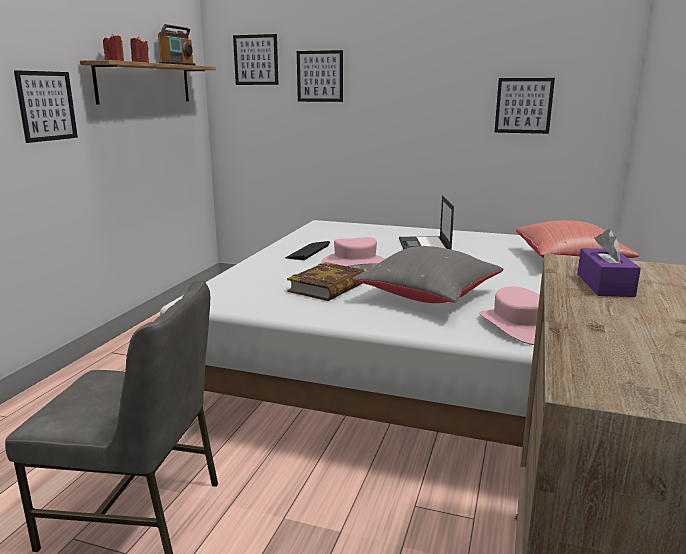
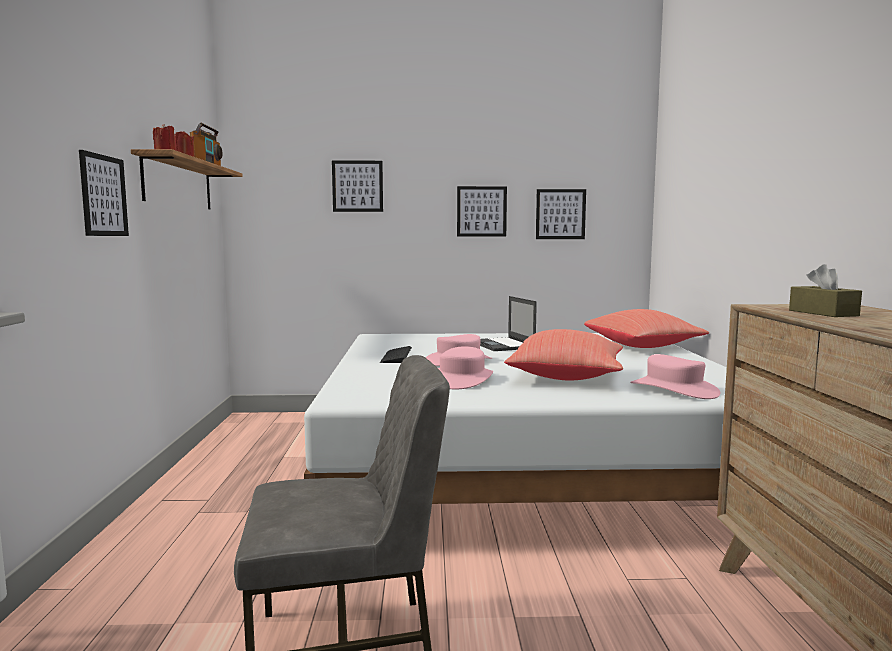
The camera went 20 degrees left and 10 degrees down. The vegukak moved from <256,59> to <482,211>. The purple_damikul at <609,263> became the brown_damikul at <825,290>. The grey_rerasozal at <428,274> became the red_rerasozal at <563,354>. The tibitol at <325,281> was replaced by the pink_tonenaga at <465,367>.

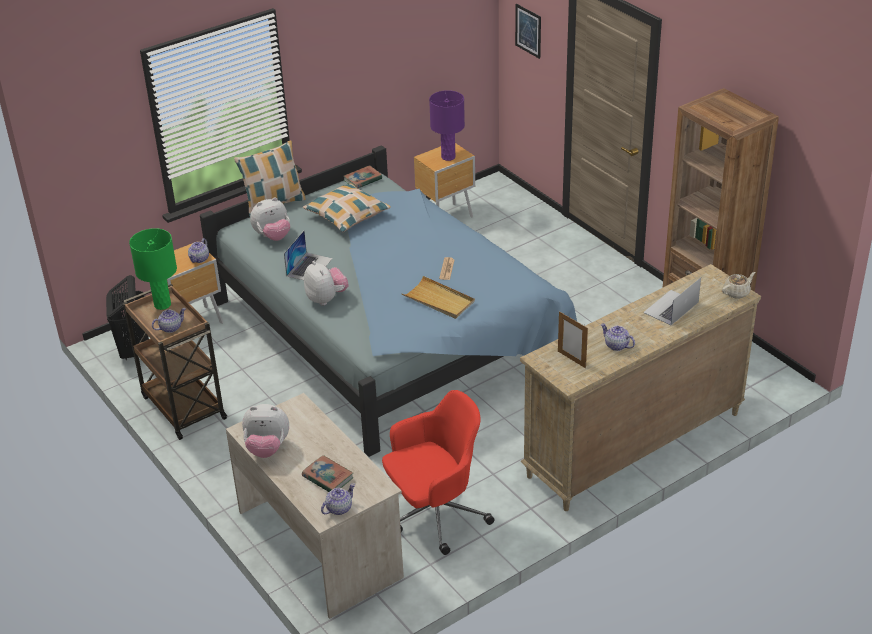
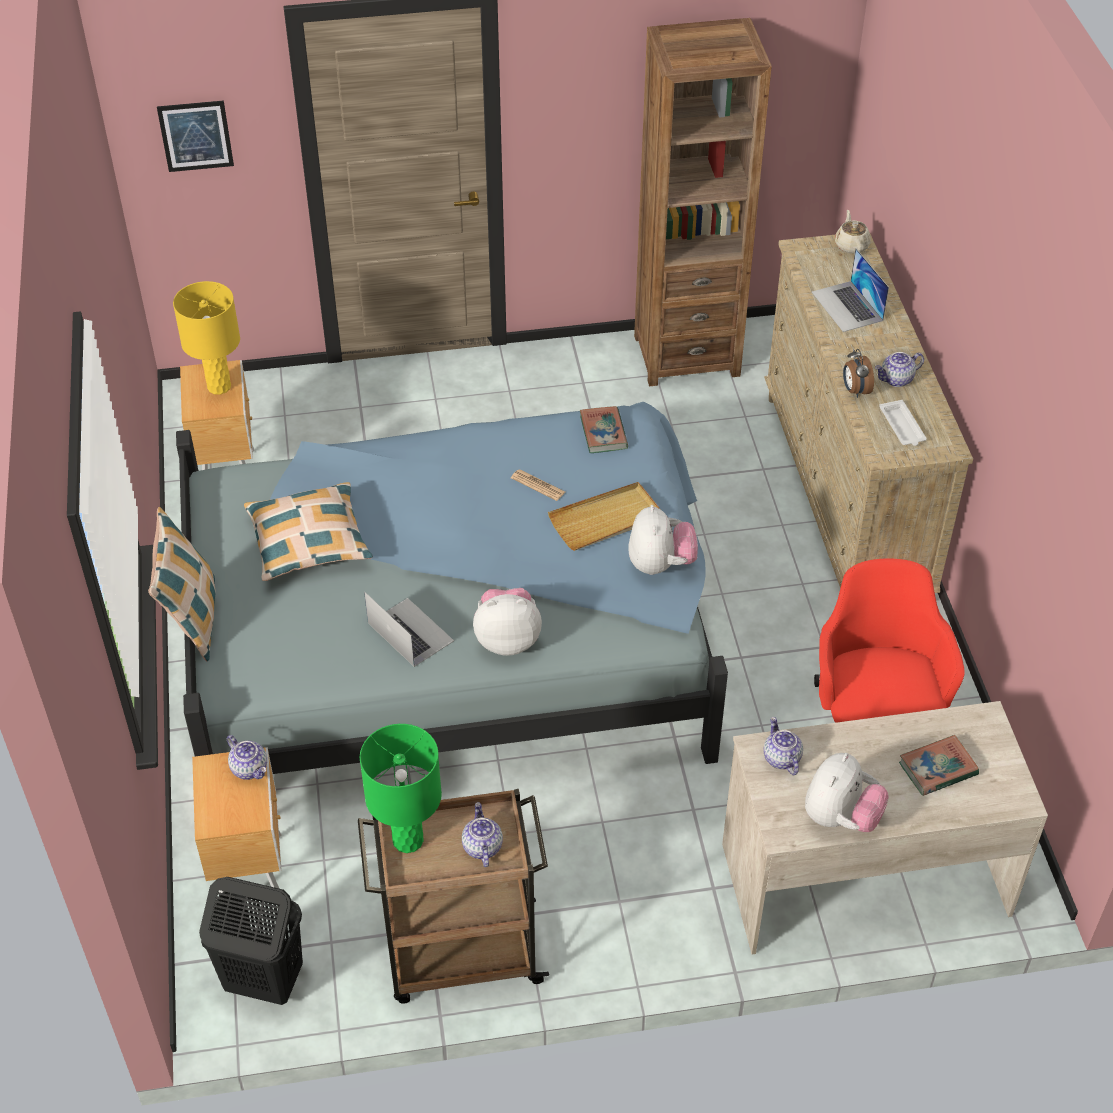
The camera went 65 degrees left and 10 degrees up. The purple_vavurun at <447,125> became the yellow_vavurun at <206,337>. The tibitol moved from <363,176> to <604,429>. The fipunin moved from <270,219> to <663,540>. The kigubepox at <573,339> was replaced by the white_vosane at <903,423>. The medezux moved from <338,499> to <783,746>. The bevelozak at <858,373> appeared.

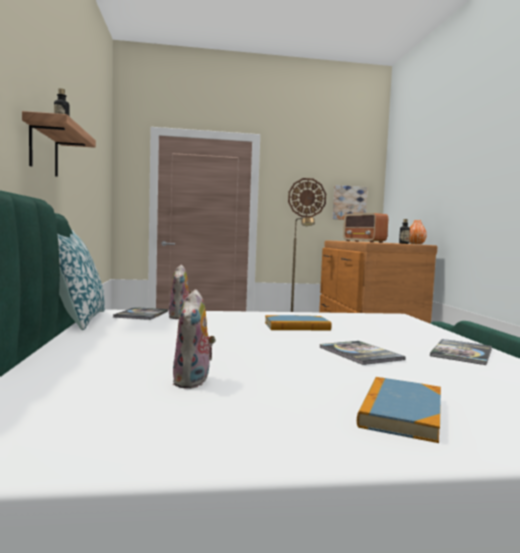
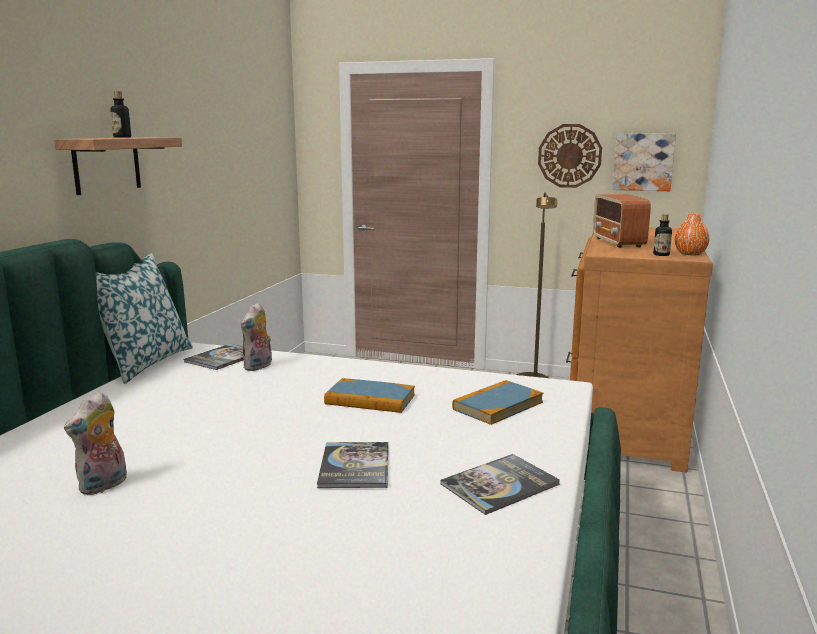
The camera went 25 degrees right and 10 degrees up. The tibitol moved from <399,410> to <497,402>.

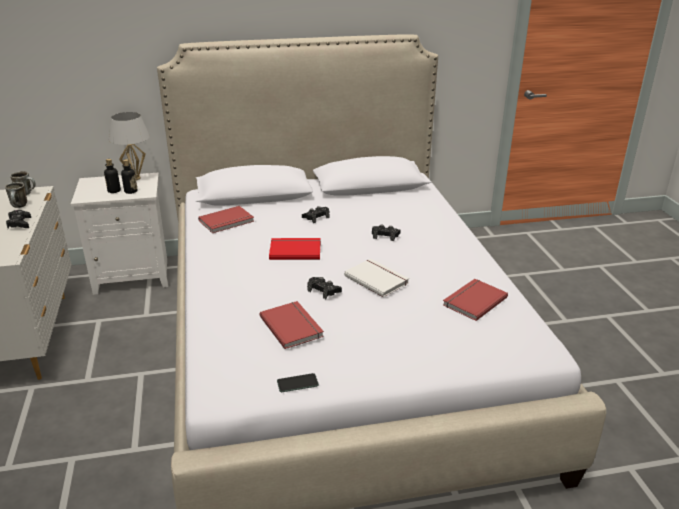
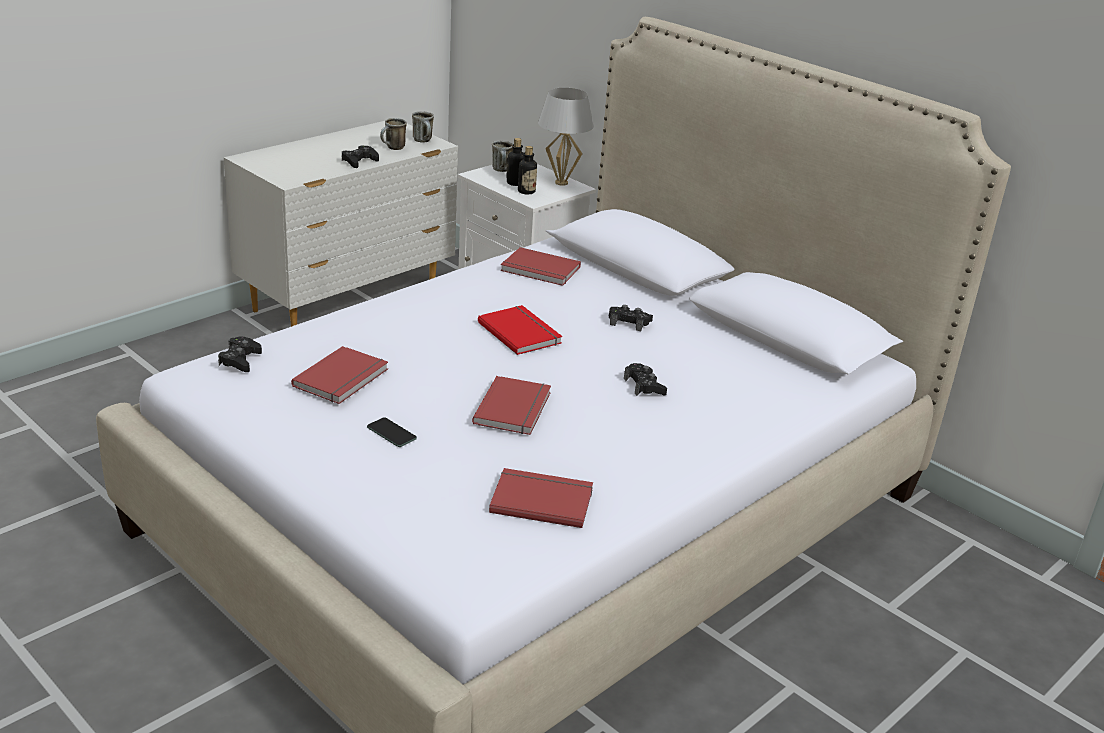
The camera went 55 degrees right and 0 degrees up. The white_tibitol at <376,278> became the red_tibitol at <511,405>. The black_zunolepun moved from <324,288> to <240,354>. The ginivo moved from <298,382> to <392,432>. The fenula at <502,156> appeared.

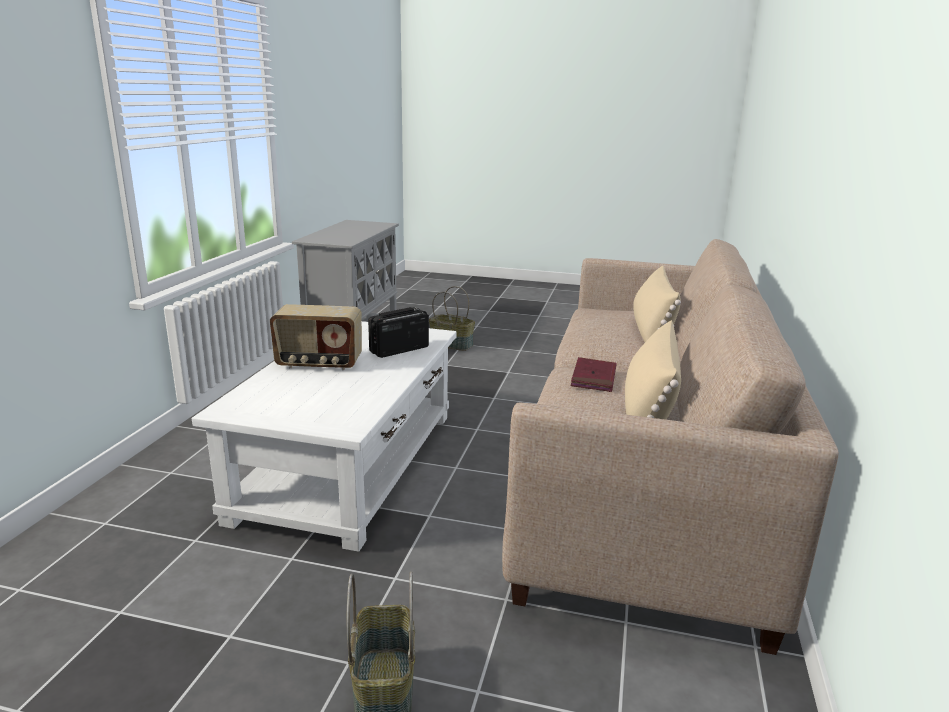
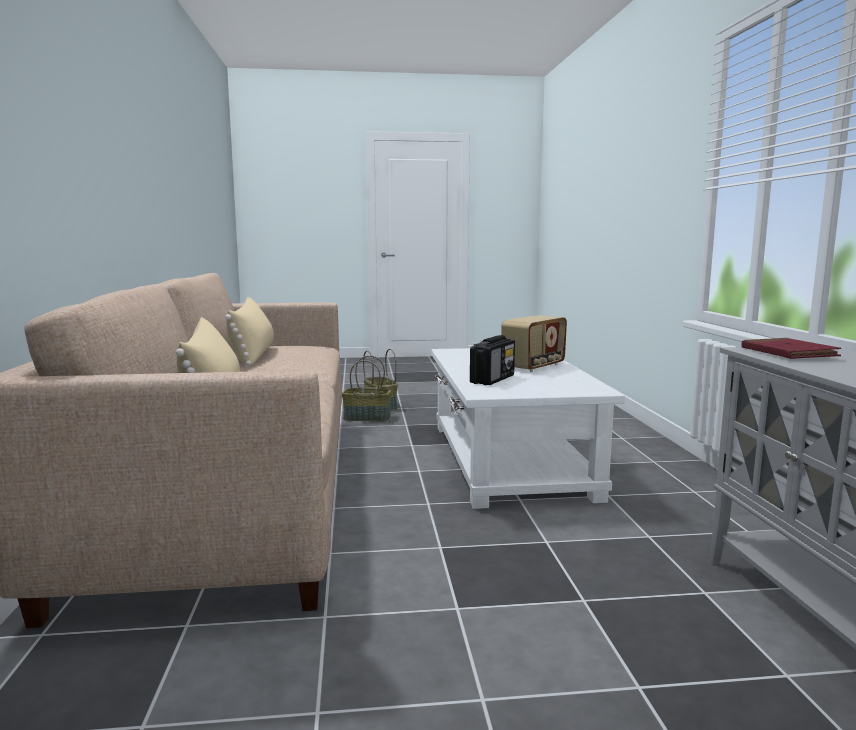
The camera went 160 degrees right and 10 degrees down. The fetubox moved from <452,318> to <366,389>. The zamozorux at <316,337> turned 150 degrees clockwise. The red_tibitol moved from <594,374> to <791,348>.

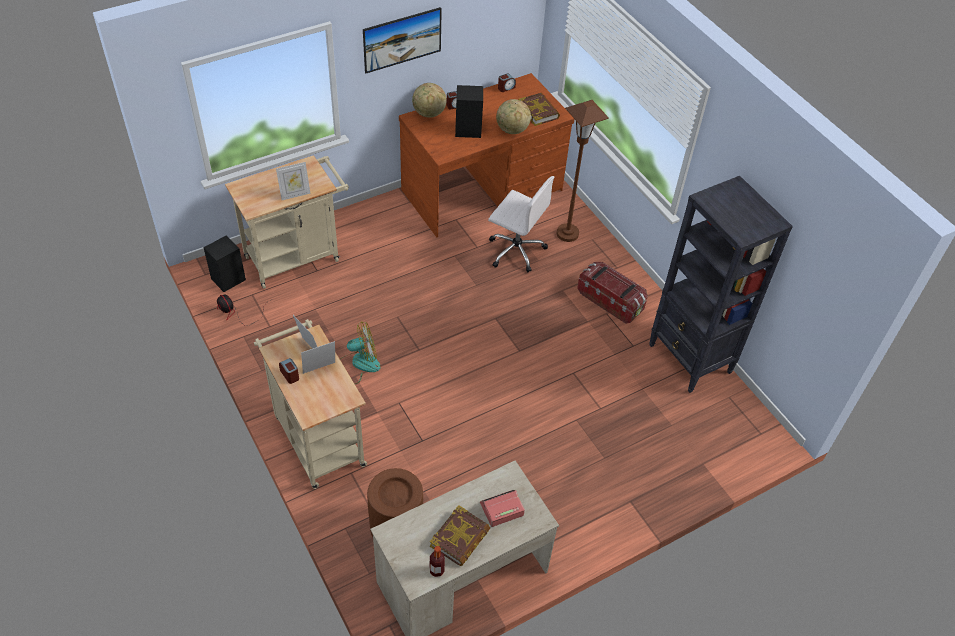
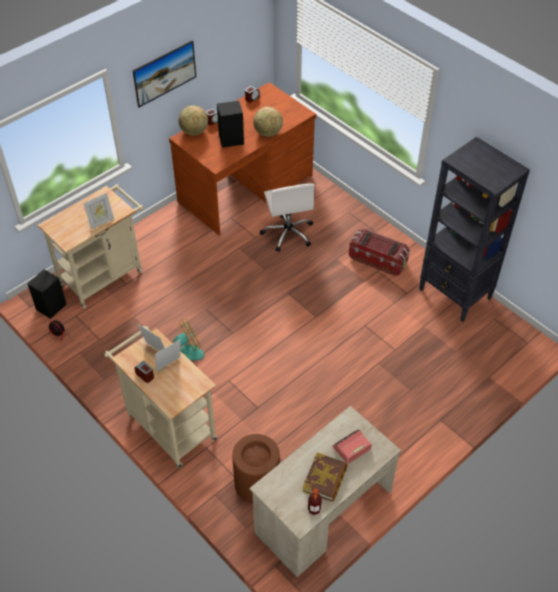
The camera went 10 degrees left and 0 degrees up. The tibitol at <539,109> disappeared. The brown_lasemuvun at <583,171> disappeared. The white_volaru at <521,224> turned 60 degrees clockwise.

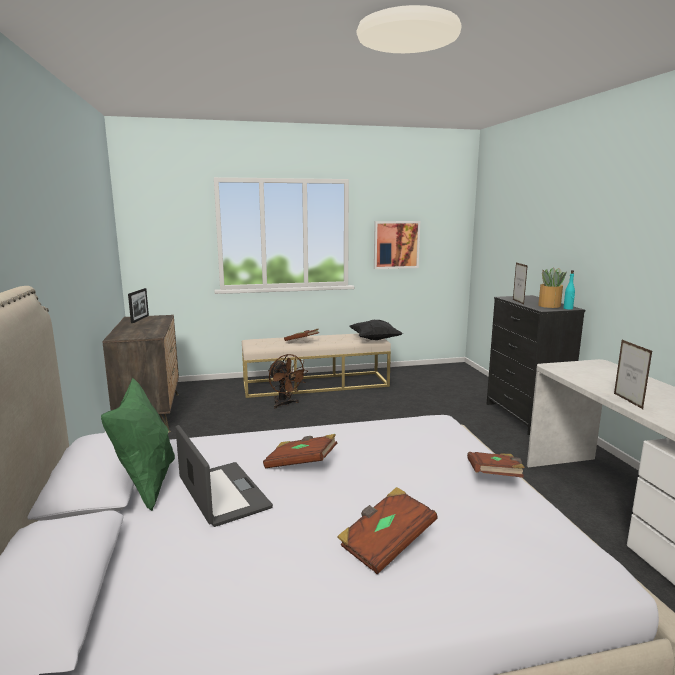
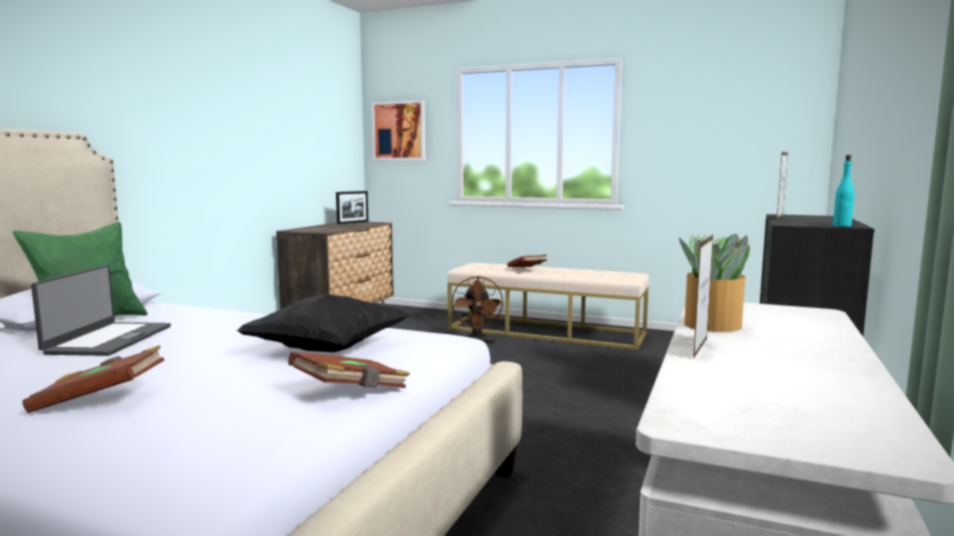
The camera went 35 degrees right and 5 degrees down. The vegukak moved from <397,245> to <398,130>. The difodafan moved from <552,287> to <714,282>. The black_rerasozal moved from <376,330> to <322,323>. The brown_tibitol at <300,451> disappeared.

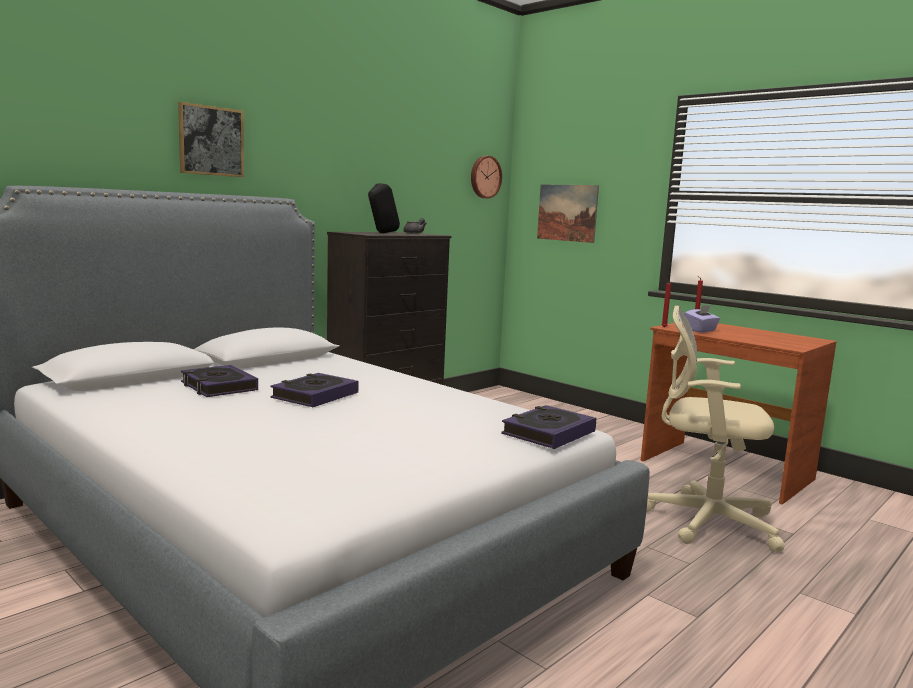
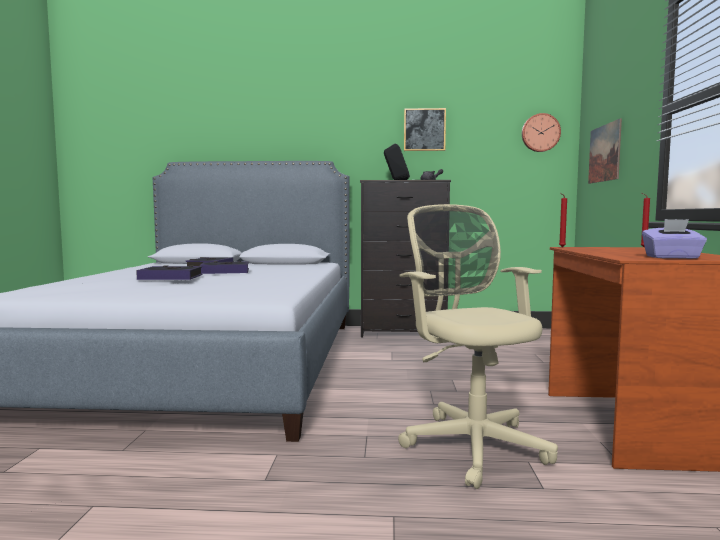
The camera went 50 degrees right and 5 degrees down. The vegukak moved from <211,139> to <425,129>. The purple_damikul moved from <702,319> to <674,239>. The tibitol moved from <548,427> to <169,272>.

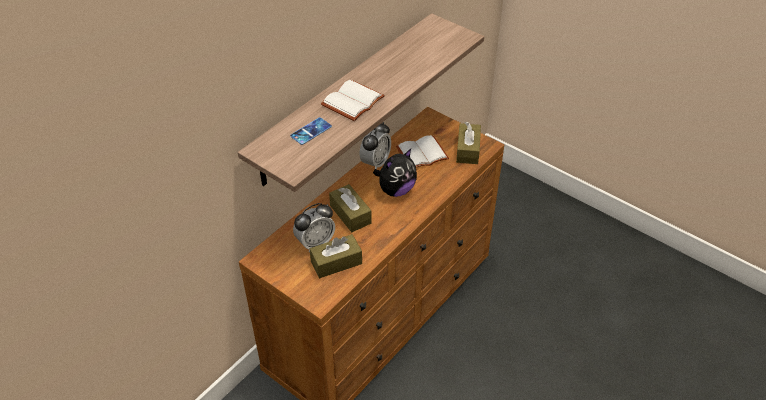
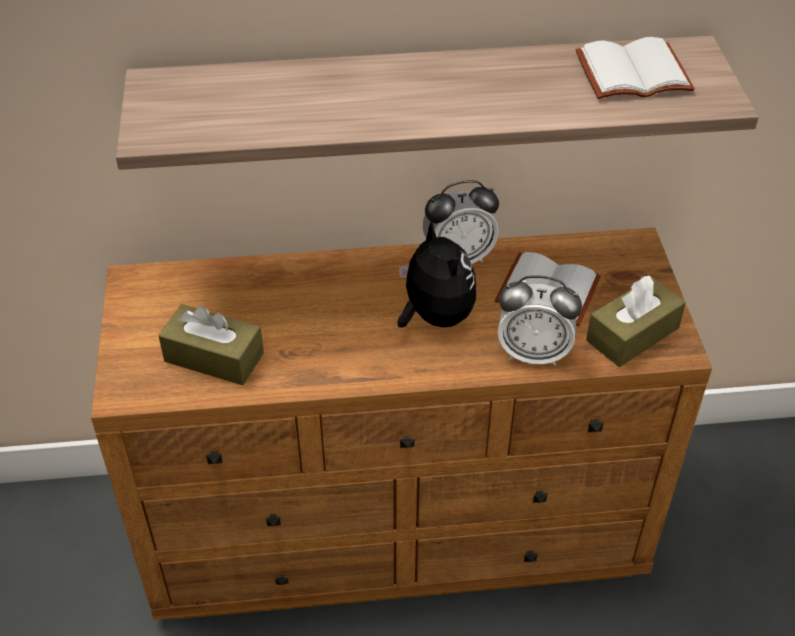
The camera went 45 degrees right and 0 degrees up. The white_tibitol moved from <353,100> to <635,68>. The ginivo at <311,131> disappeared. The fipunin at <395,173> turned 120 degrees counterclockwise. The brown_damikul at <350,208> disappeared. The bevelozak moved from <314,227> to <540,320>.

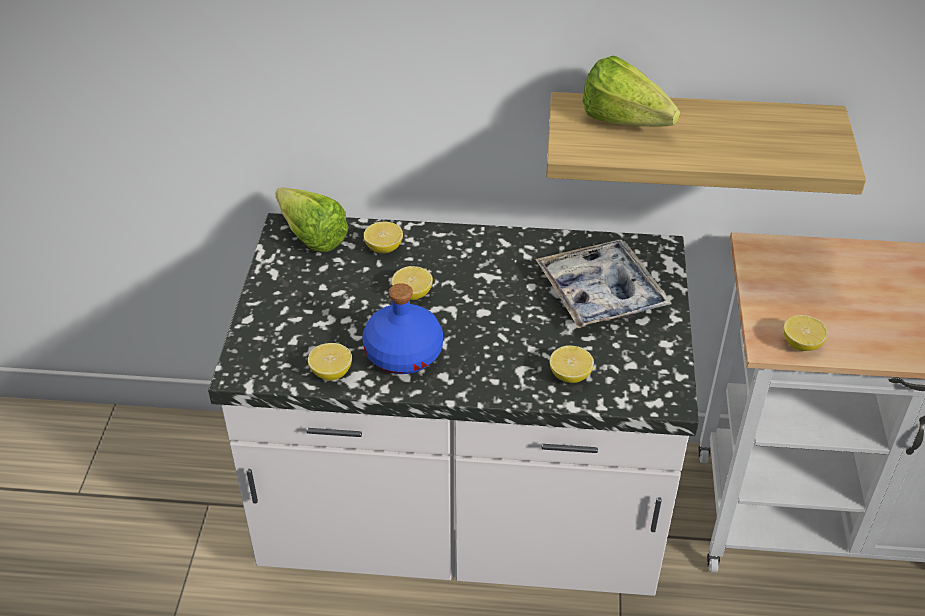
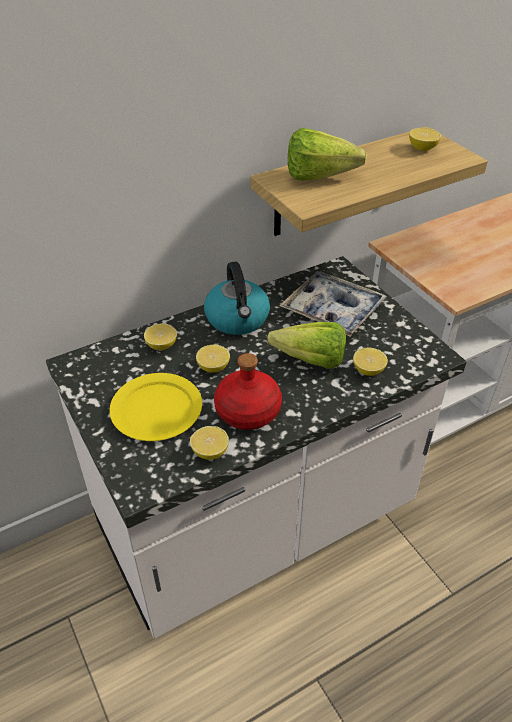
The camera went 35 degrees left and 0 degrees up. The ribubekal moved from <311,219> to <306,345>. The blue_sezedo at <402,328> became the red_sezedo at <248,391>. The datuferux moved from <805,333> to <425,139>. The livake at <237,298> appeared. The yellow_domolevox at <155,407> appeared.

